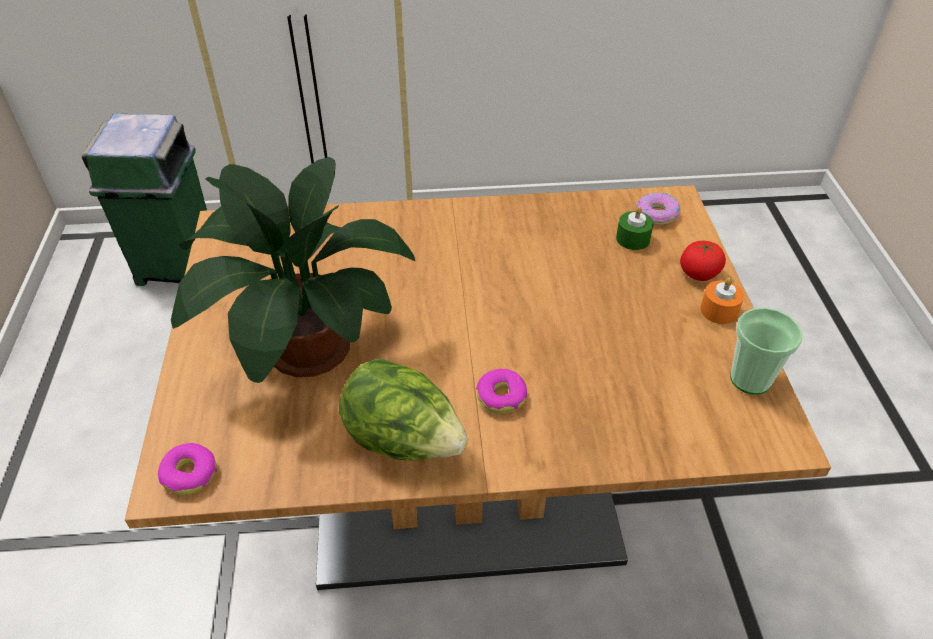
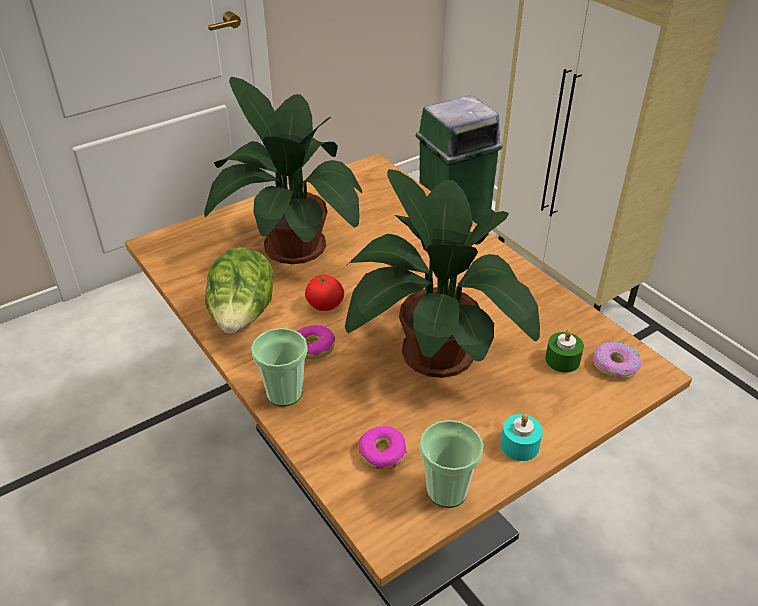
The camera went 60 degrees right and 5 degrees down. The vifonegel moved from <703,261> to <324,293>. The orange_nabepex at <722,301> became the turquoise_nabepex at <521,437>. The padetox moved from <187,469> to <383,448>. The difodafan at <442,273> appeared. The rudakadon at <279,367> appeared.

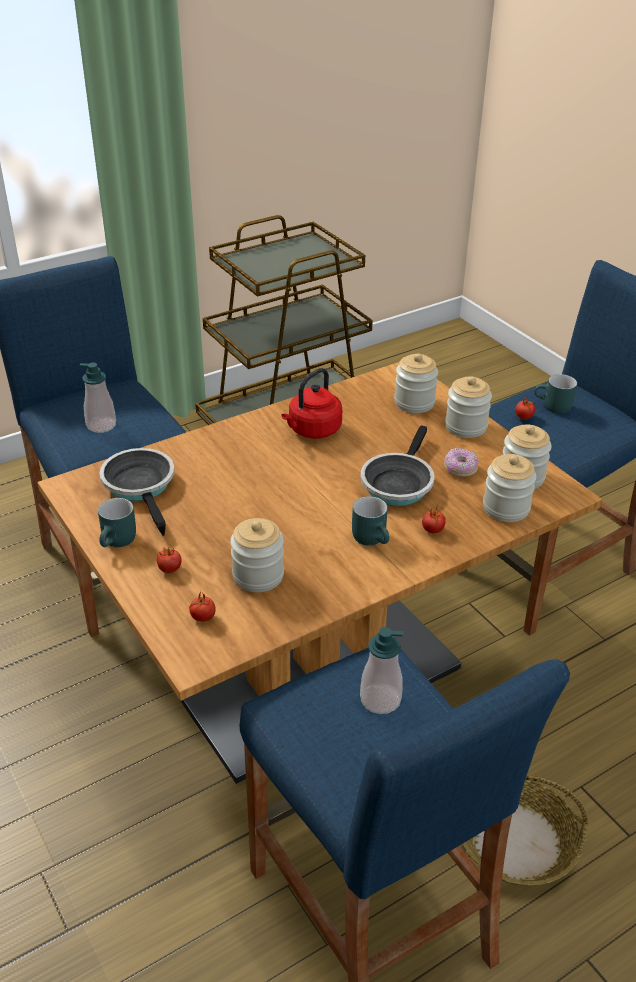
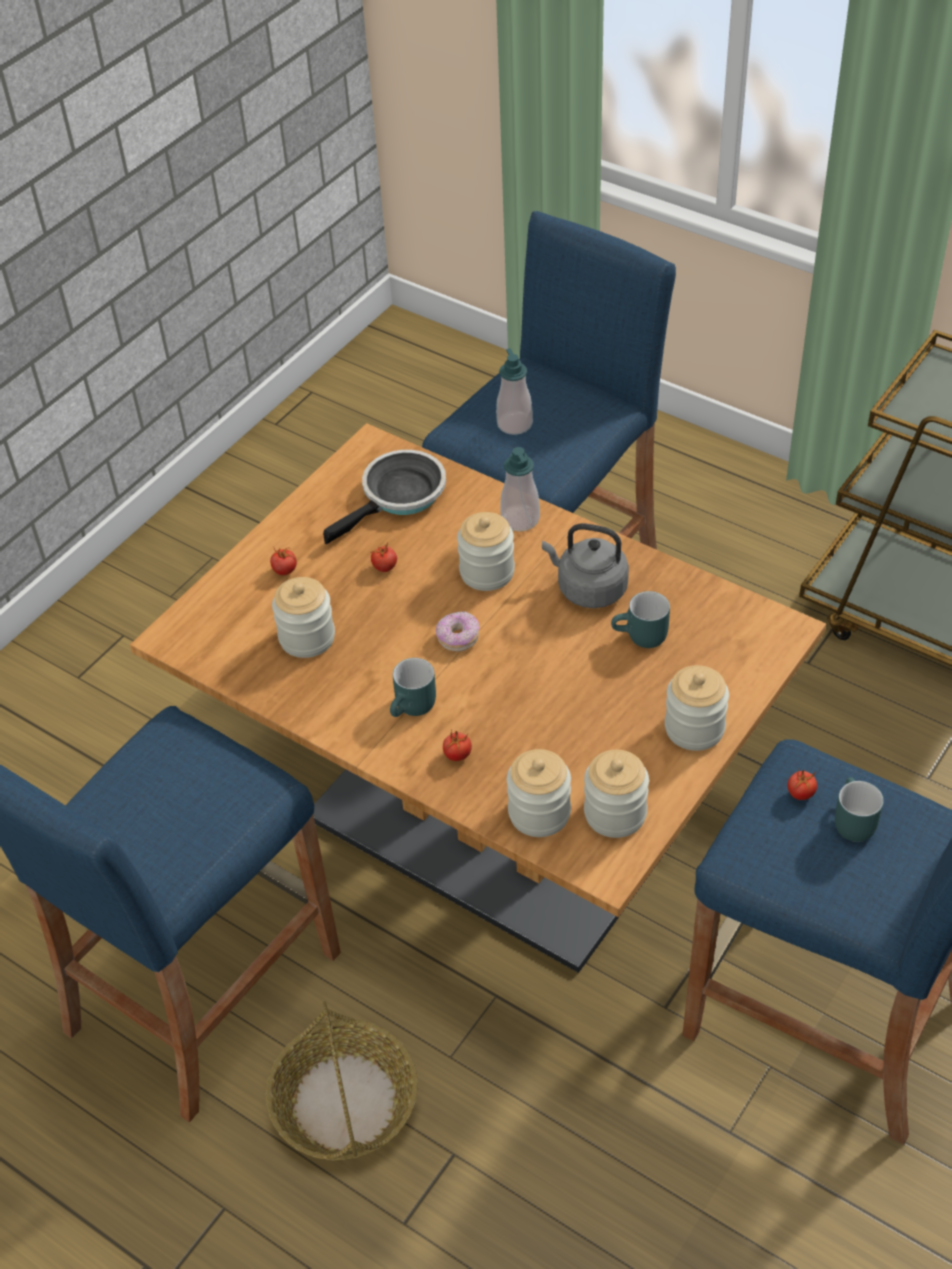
The camera went 70 degrees right and 10 degrees up. The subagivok moved from <416,383> to <486,551>. The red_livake at <312,403> became the grey_livake at <585,565>. The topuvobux at <397,465> disappeared. The padetox moved from <461,462> to <458,631>. The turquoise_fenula moved from <117,522> to <640,619>. The vifonegel moved from <202,606> to <384,557>. The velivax moved from <381,670> to <520,489>.

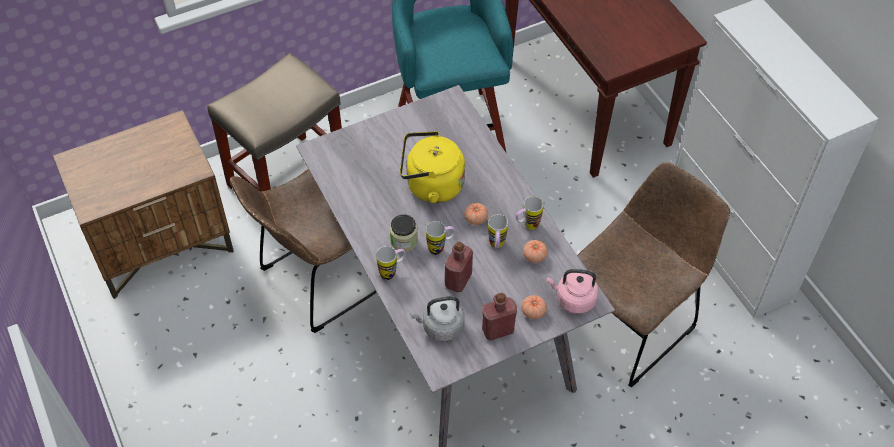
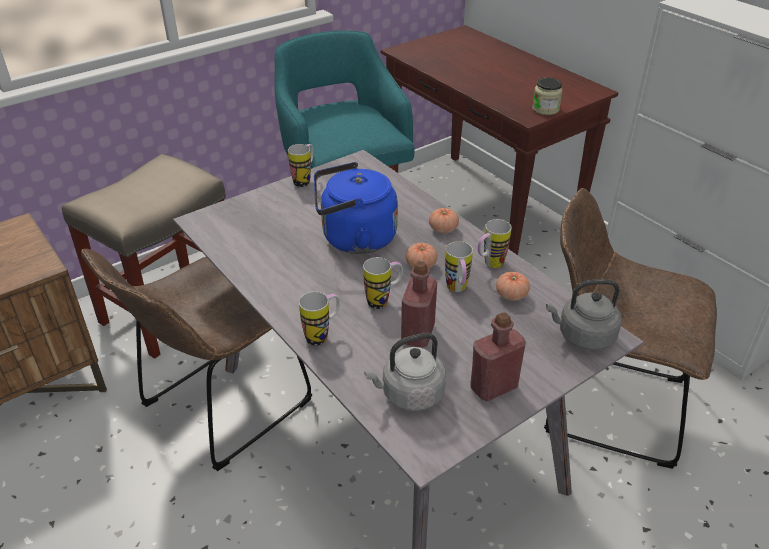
The camera went 10 degrees left and 15 degrees down. The yellow_livake at <432,167> became the blue_livake at <356,208>. The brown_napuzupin at <653,275> turned 105 degrees counterclockwise. The subagivok moved from <404,233> to <547,96>. The pink_livake at <573,291> became the grey_livake at <584,315>. The vifonegel moved from <534,307> to <444,220>. The fenula at <301,165> appeared.

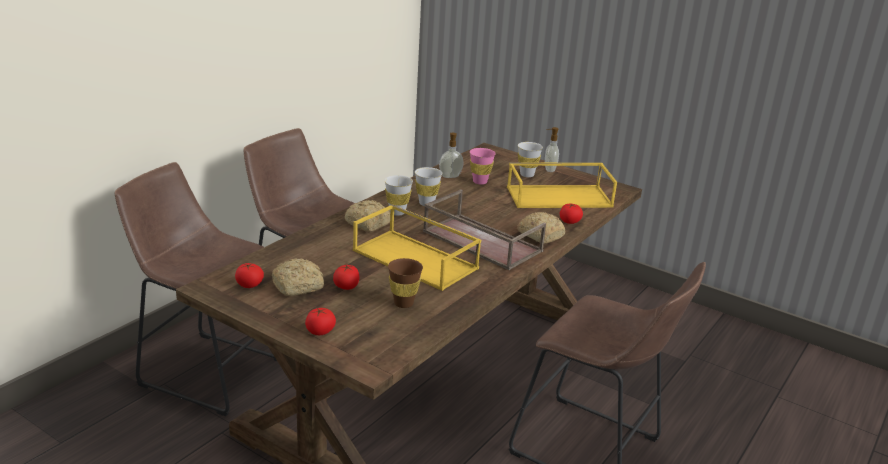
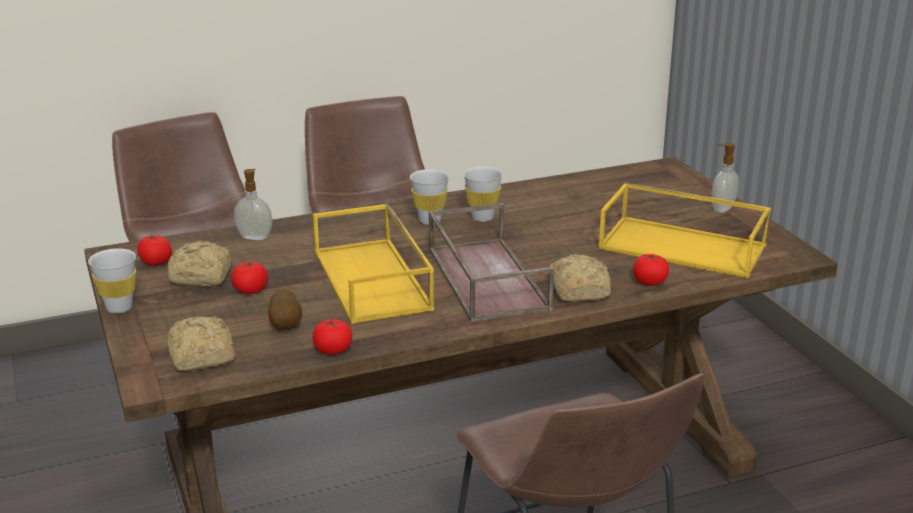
The camera went 35 degrees right and 0 degrees up. The velivax moved from <451,155> to <253,204>. The white_rudakadon moved from <530,159> to <112,281>. The pink_rudakadon at <483,166> disappeared. The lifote moved from <367,216> to <201,343>. The brown_rudakadon at <405,283> was replaced by the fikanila at <285,309>. The vifonegel moved from <320,321> to <332,336>.

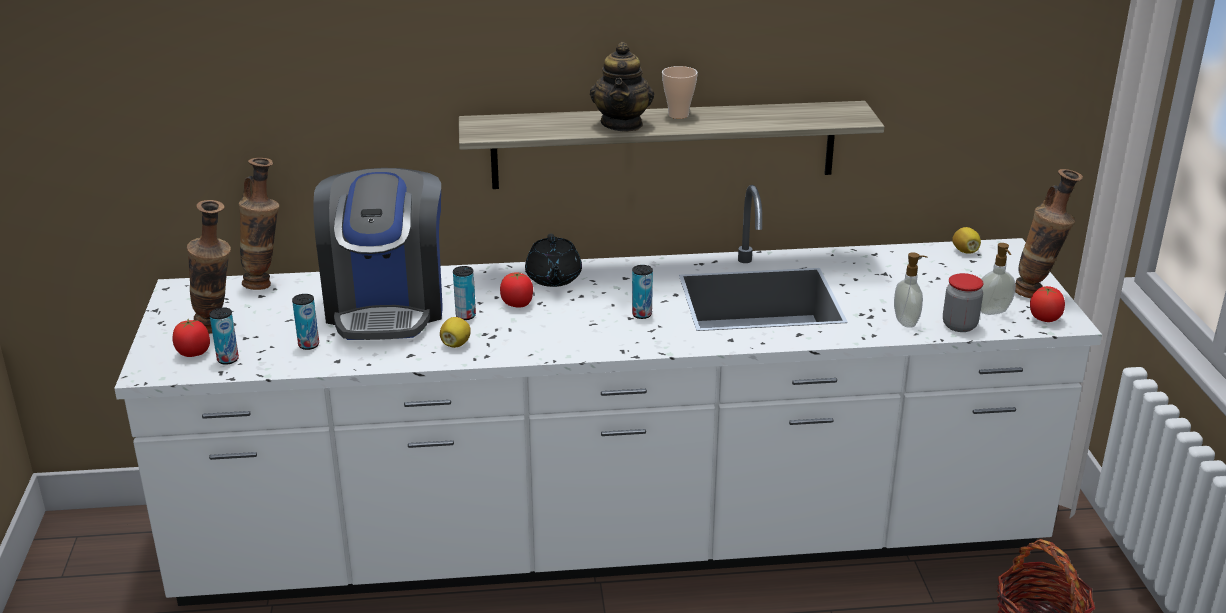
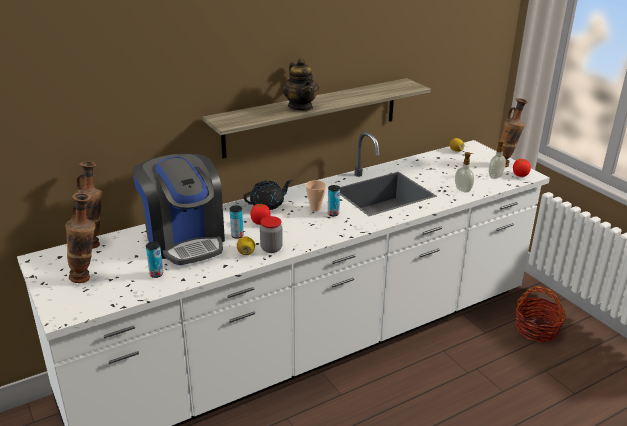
The camera went 25 degrees left and 0 degrees up. The rudakadon moved from <680,92> to <316,195>. The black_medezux at <553,260> turned 90 degrees counterclockwise. The subagivok moved from <963,302> to <271,234>. The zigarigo at <224,336> disappeared. The vifonegel at <191,338> disappeared.

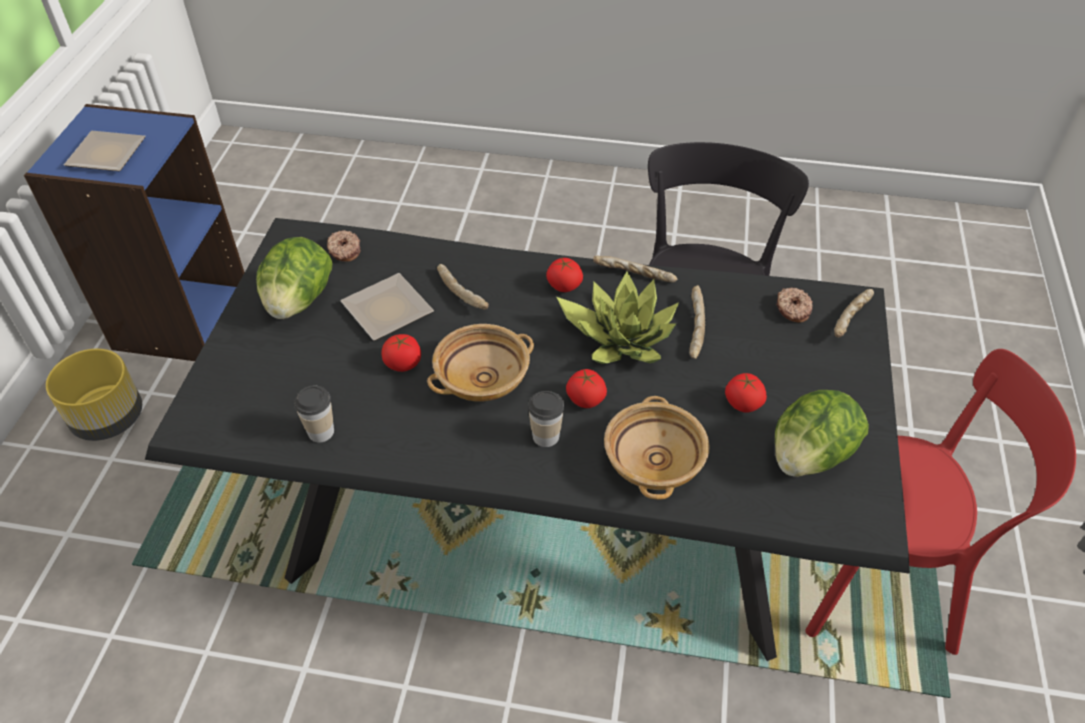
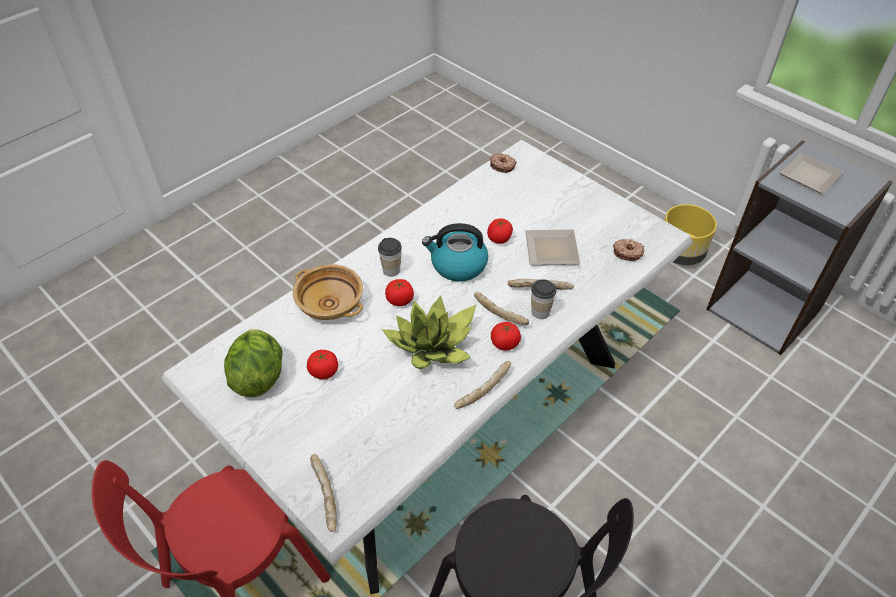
The camera went 125 degrees right and 0 degrees up. The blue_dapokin at <134,232> became the grey_dapokin at <799,247>. The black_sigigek at <527,439> became the white_sigigek at <427,367>. The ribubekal at <294,278> disappeared. The lifote moved from <697,322> to <501,308>. The padetox moved from <794,305> to <503,163>. The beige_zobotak at <480,363> was replaced by the livake at <455,252>. The rudakadon moved from <314,413> to <543,299>.

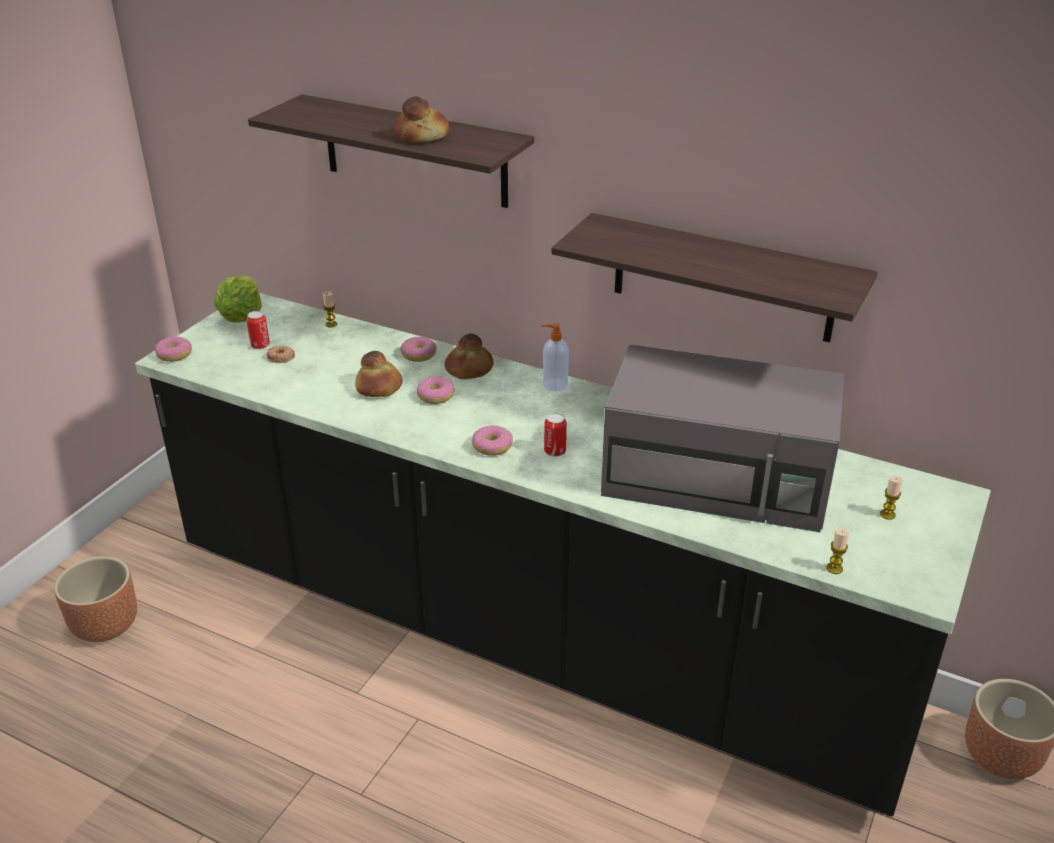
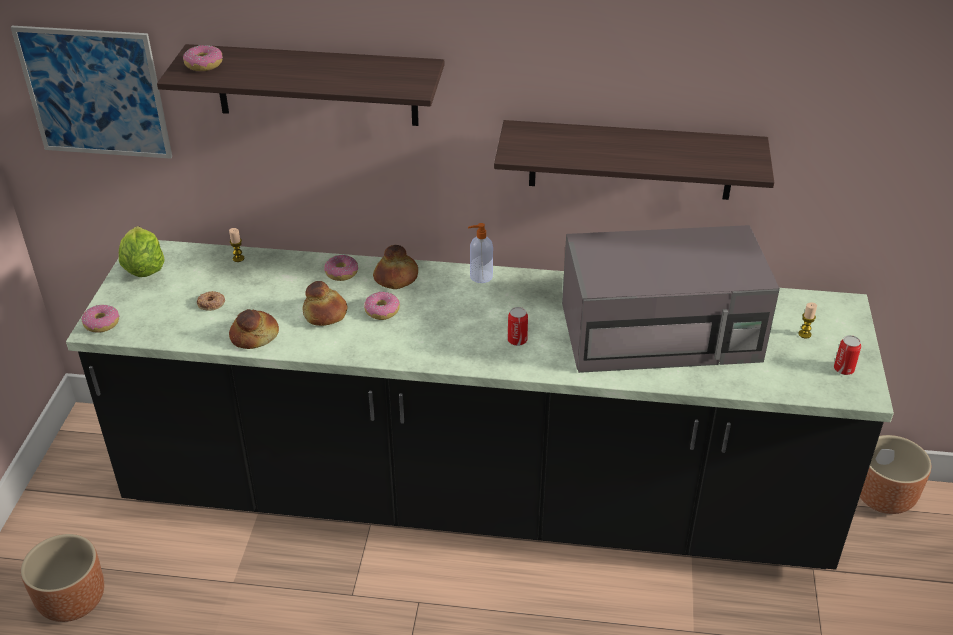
The camera went 20 degrees left and 5 degrees up. The lifote moved from <421,119> to <254,329>. The zigarigo moved from <258,330> to <847,355>. The padetox moved from <492,440> to <203,58>. The nabepex at <837,551> disappeared. The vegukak at <91,92> appeared.

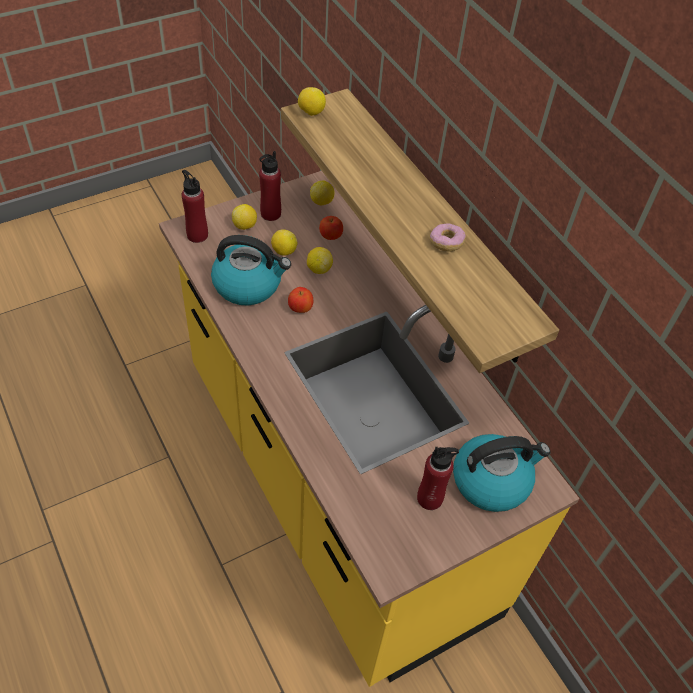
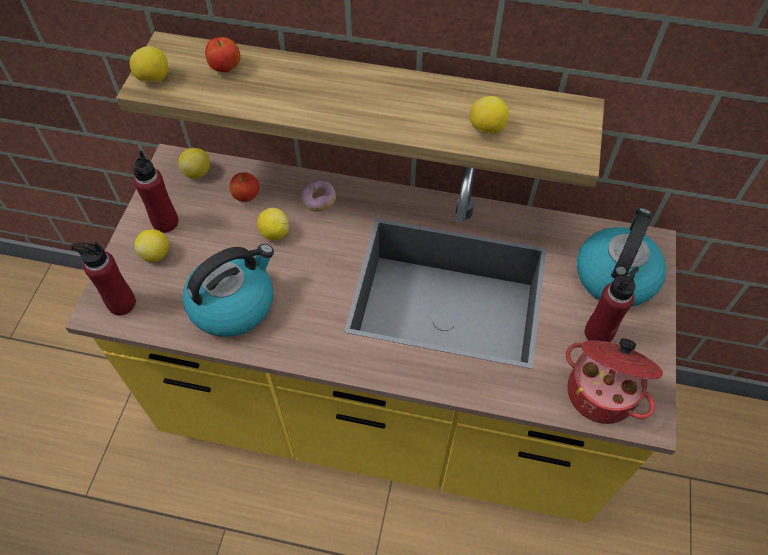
The camera went 45 degrees left and 5 degrees up. The padetox moved from <448,237> to <318,196>. The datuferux moved from <284,242> to <489,115>. The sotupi moved from <300,300> to <222,54>. The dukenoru at <614,381> appeared.

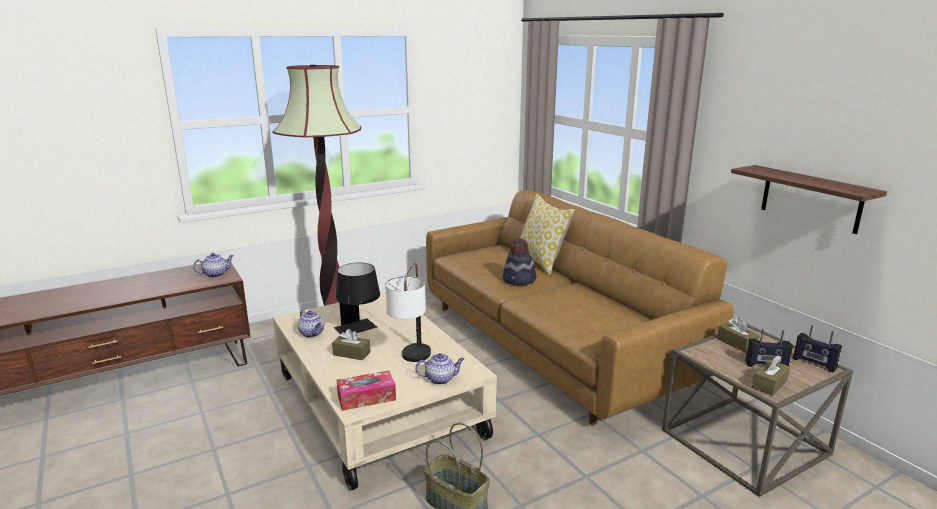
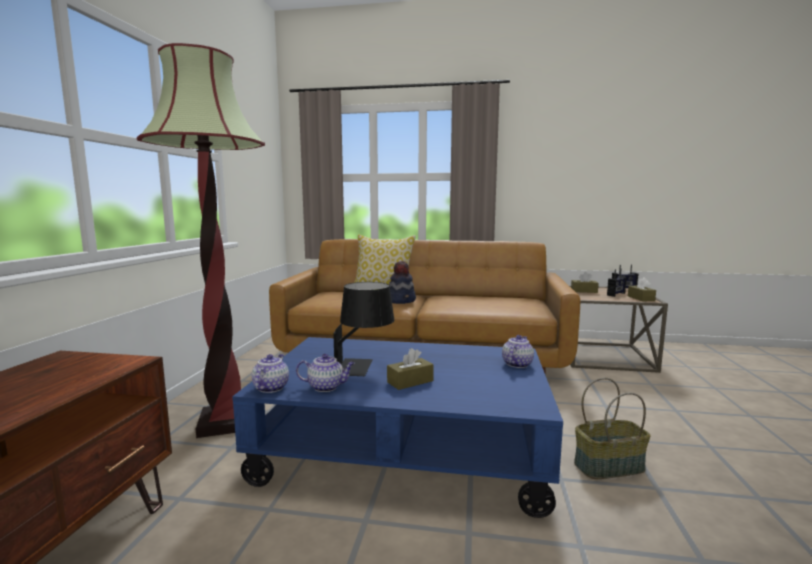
The camera went 50 degrees left and 10 degrees down. The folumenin at <809,199> disappeared. The medezux moved from <213,265> to <270,373>. The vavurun at <408,312> disappeared. The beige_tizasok at <385,391> became the blue_tizasok at <397,427>. The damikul at <366,390> disappeared.

